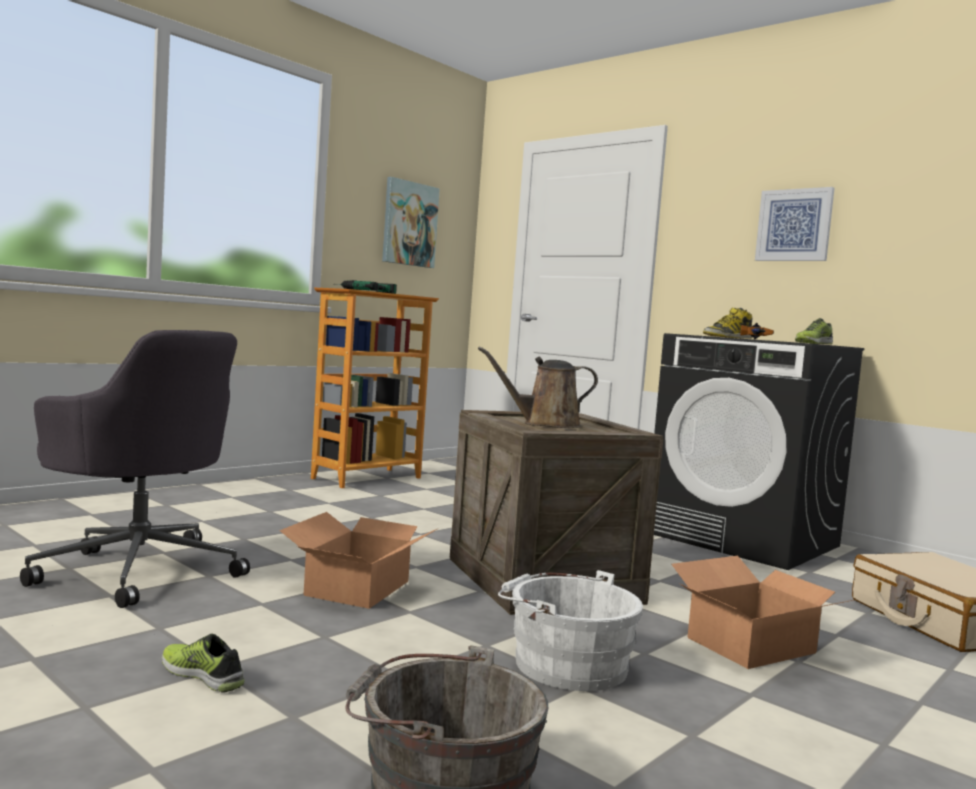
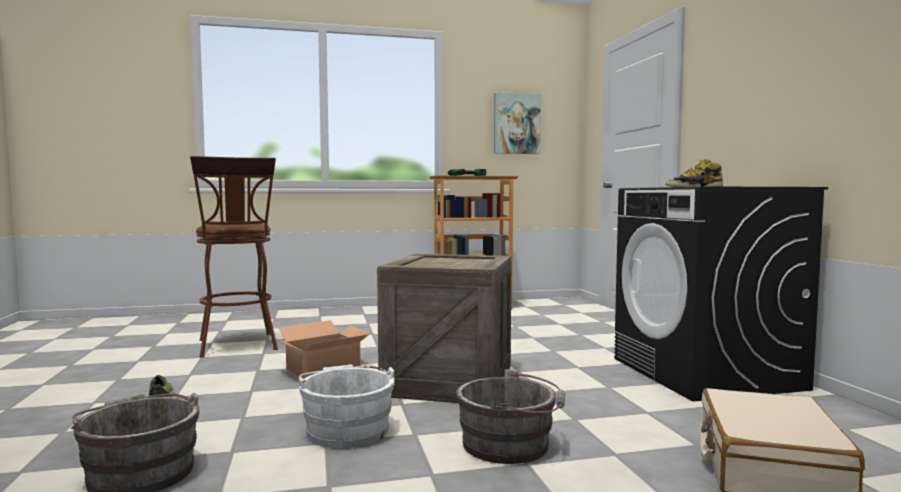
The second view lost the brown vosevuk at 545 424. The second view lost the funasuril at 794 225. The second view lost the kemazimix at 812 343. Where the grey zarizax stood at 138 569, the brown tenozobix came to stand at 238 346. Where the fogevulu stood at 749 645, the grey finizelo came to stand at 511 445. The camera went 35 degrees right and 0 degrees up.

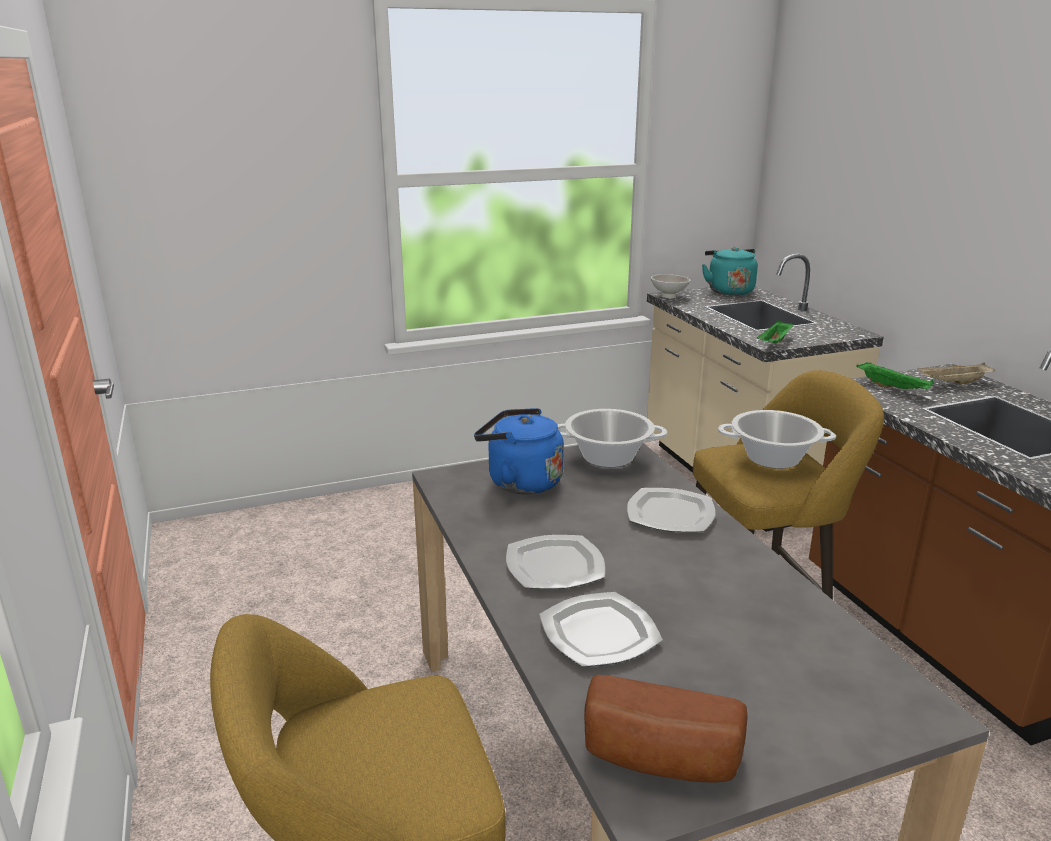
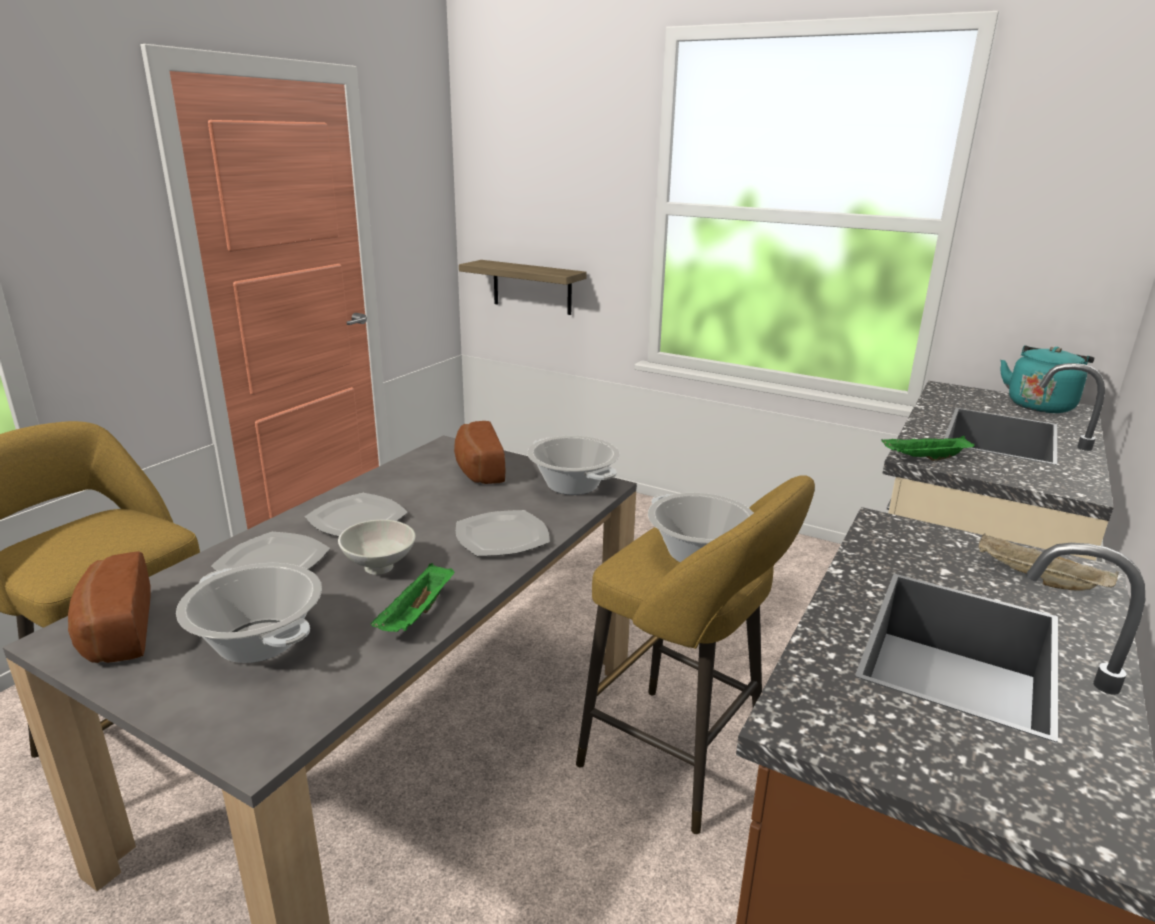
The second view gained the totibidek at 258 642. The second view gained the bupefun at 532 287. The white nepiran ended up elsewhere, having gone from 668 296 to 381 566. The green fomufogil ended up elsewhere, having gone from 893 388 to 417 615. Where the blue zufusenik stood at 520 482, the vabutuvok came to stand at 477 469. The camera went 50 degrees right and 0 degrees up.

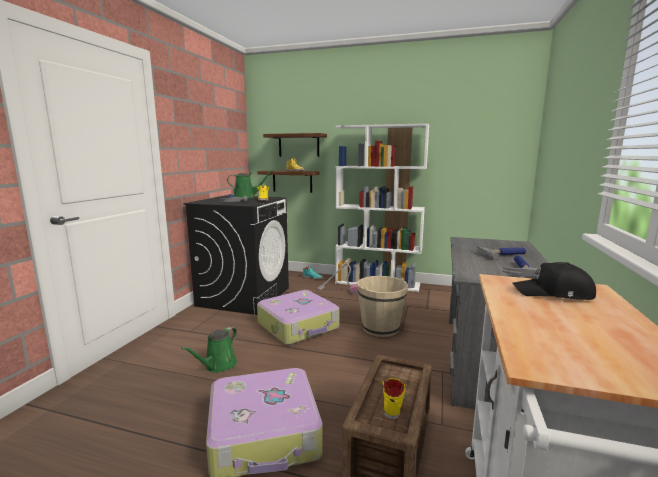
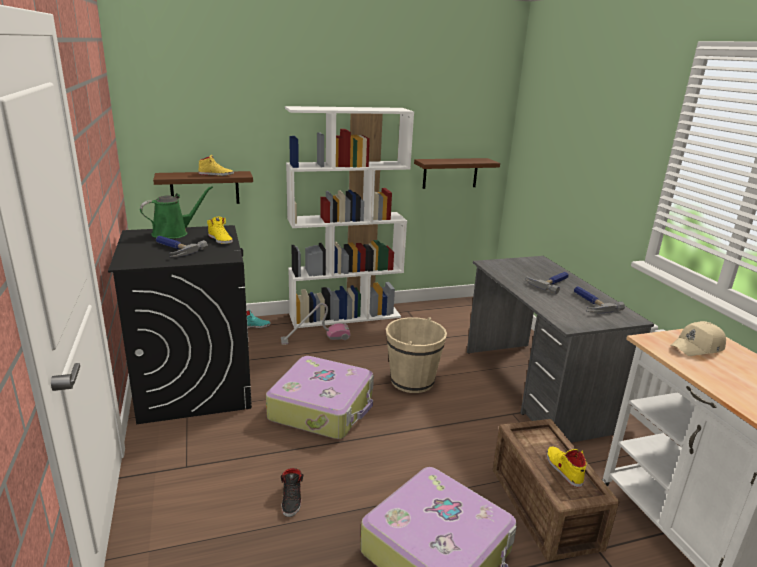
The brown bupefun ended up elsewhere, having gone from 299 145 to 450 173. Where the green vosevuk stood at 218 366, the black kemazimix came to stand at 292 499. What was the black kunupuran at 554 293 turned into the beige kunupuran at 698 347. The camera went 35 degrees left and 10 degrees up.

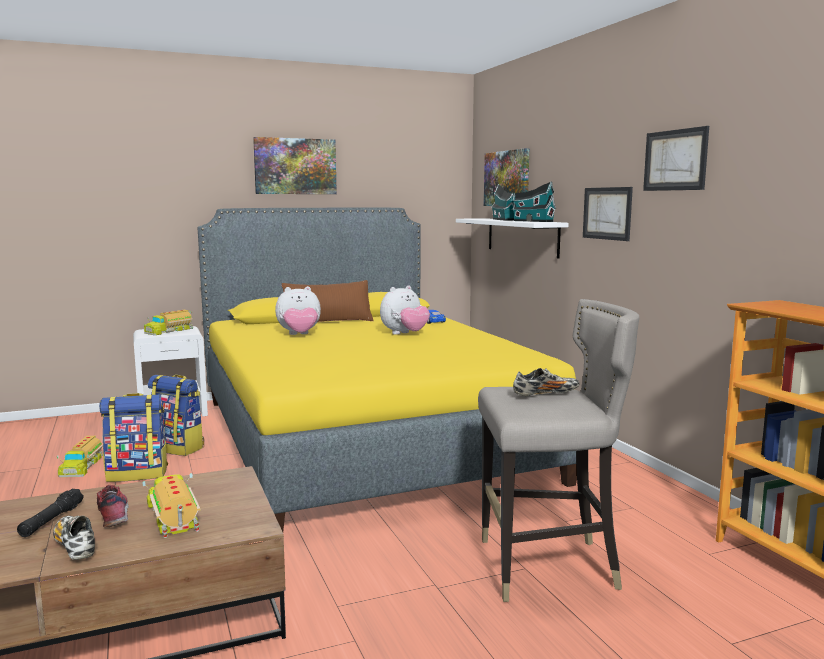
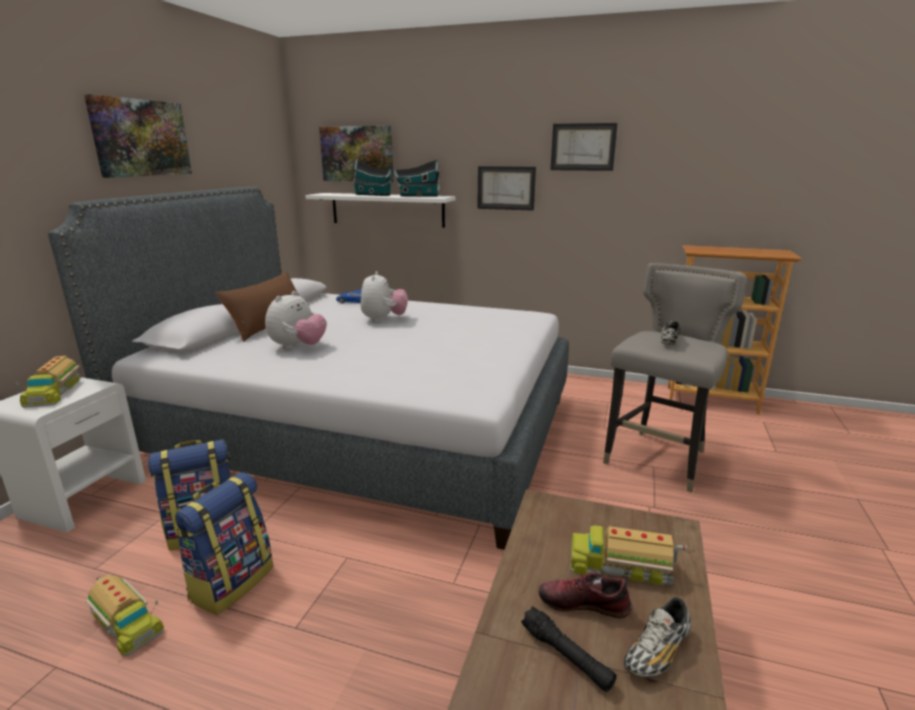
What was the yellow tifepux at 362 437 turned into the grey tifepux at 361 430. The kemazimix at 75 546 ended up facing another way, 45 degrees counterclockwise from before. The camera went 50 degrees left and 10 degrees up.

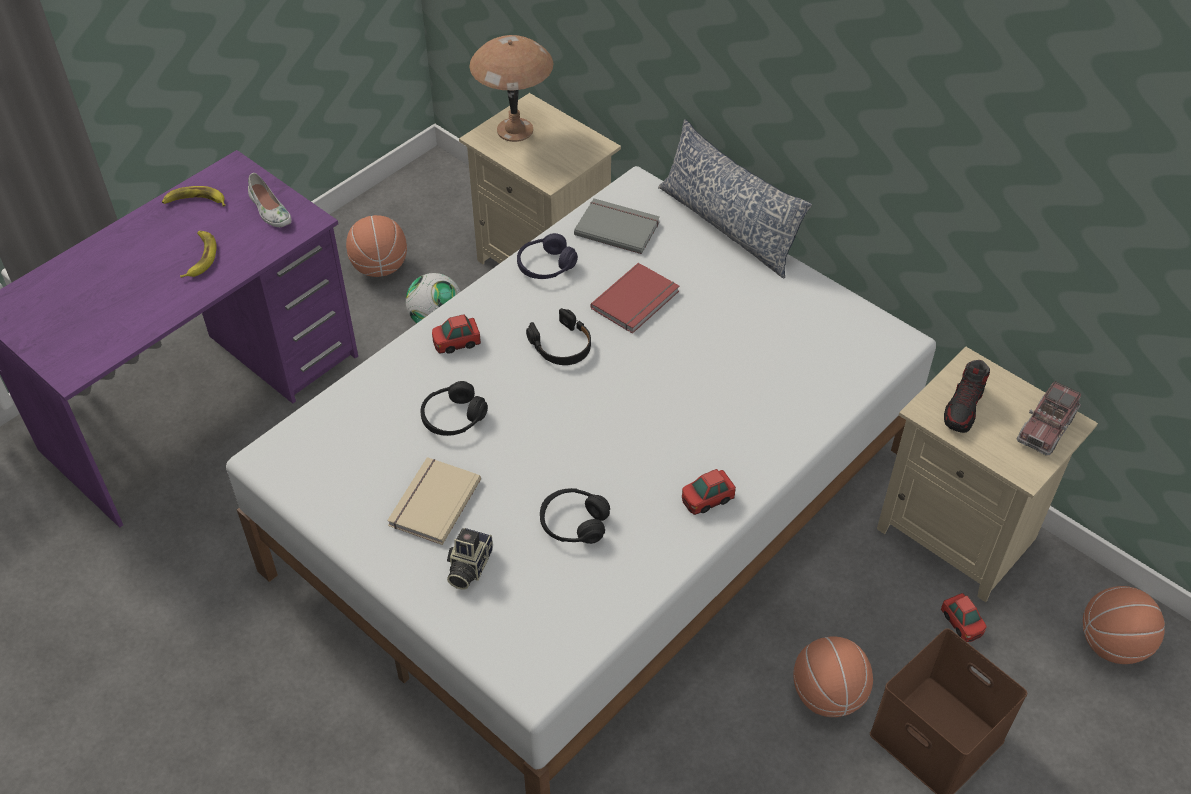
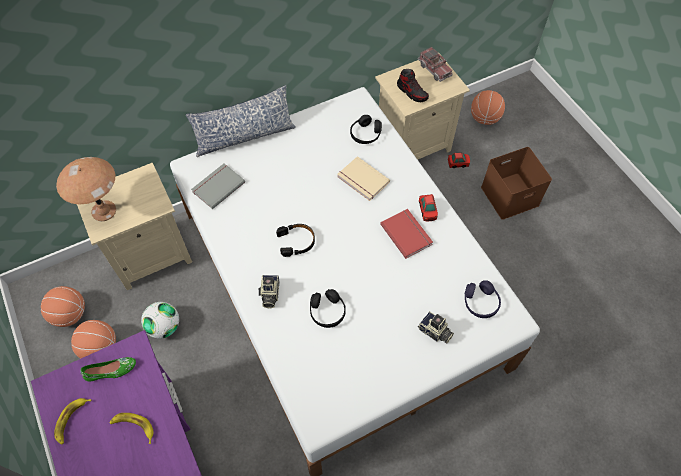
The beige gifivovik ended up elsewhere, having gone from 432 502 to 362 180. The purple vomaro ended up elsewhere, having gone from 546 266 to 480 302. The black vomaro ended up elsewhere, having gone from 574 523 to 365 134. The red gifivovik ended up elsewhere, having gone from 637 301 to 407 233. The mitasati ended up elsewhere, having gone from 827 694 to 69 314. Where the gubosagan stood at 456 342, the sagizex came to stand at 269 294. What was the white kemazimix at 269 210 turned into the green kemazimix at 111 371. The camera went 70 degrees left and 10 degrees up.

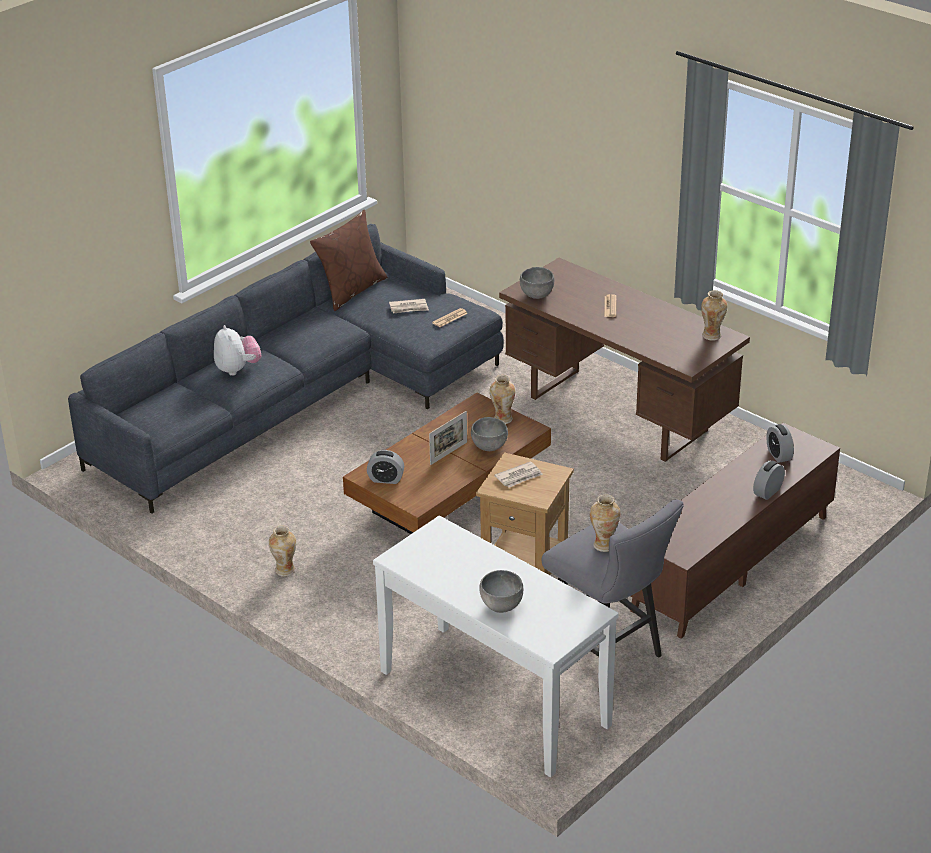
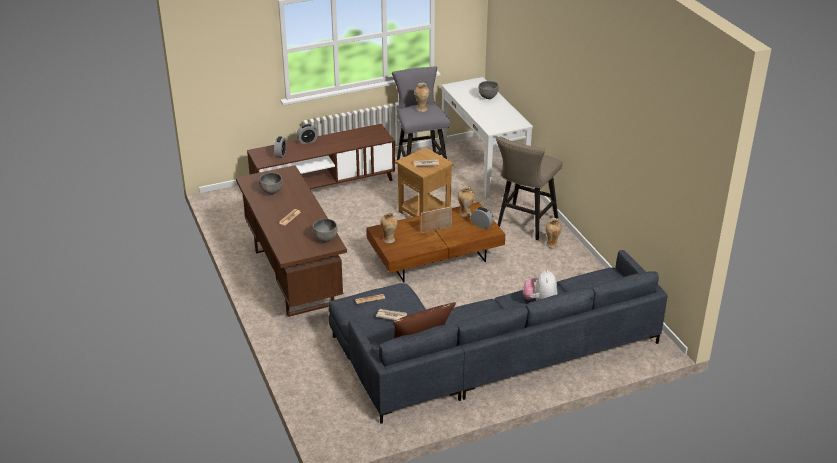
The second view gained the beige tenozobix at 524 225. The grey nepiran ended up elsewhere, having gone from 489 447 to 271 191. The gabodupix ended up elsewhere, having gone from 712 336 to 465 213. The camera went 155 degrees left and 0 degrees up.

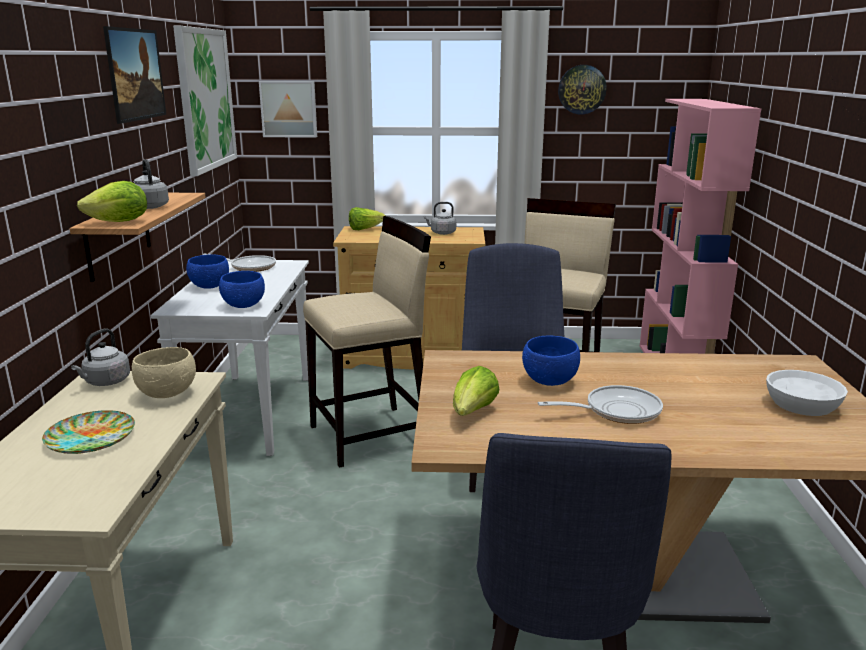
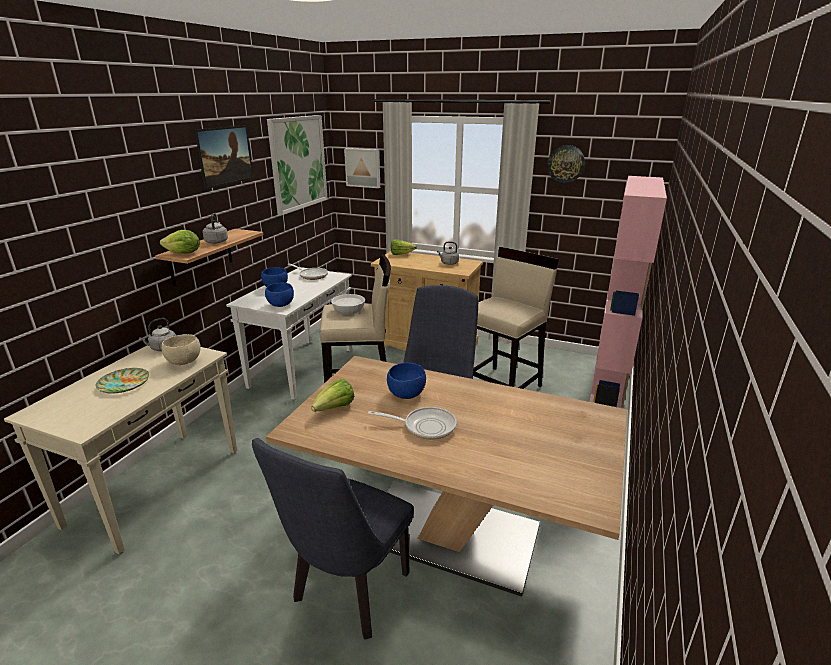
The white nepiran ended up elsewhere, having gone from 802 404 to 349 309. The camera went 20 degrees right and 5 degrees up.

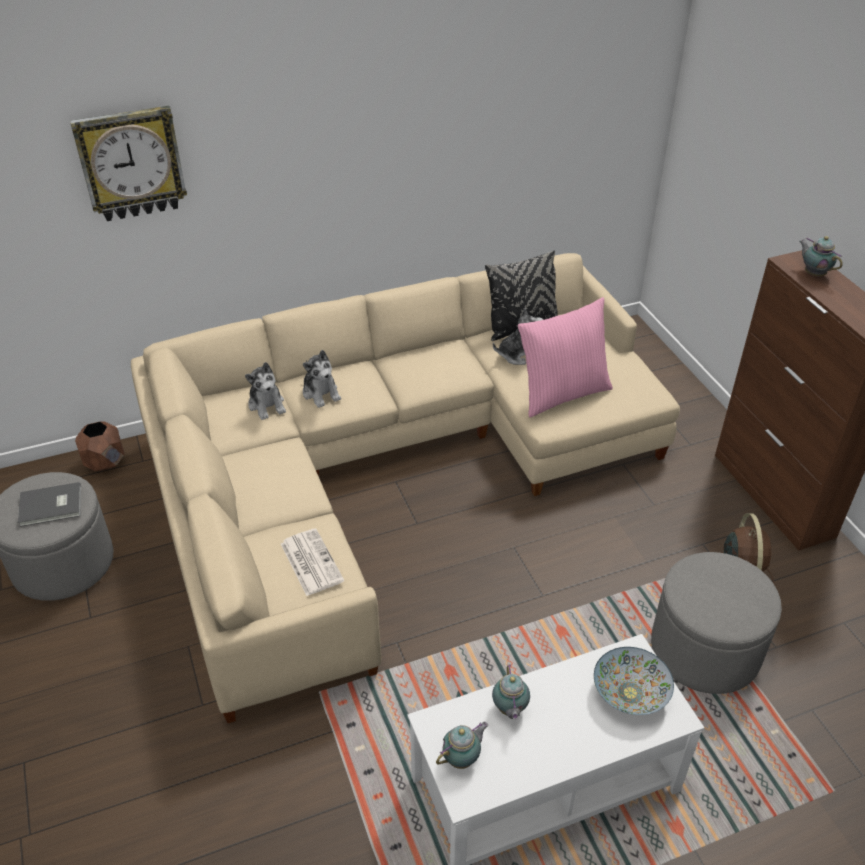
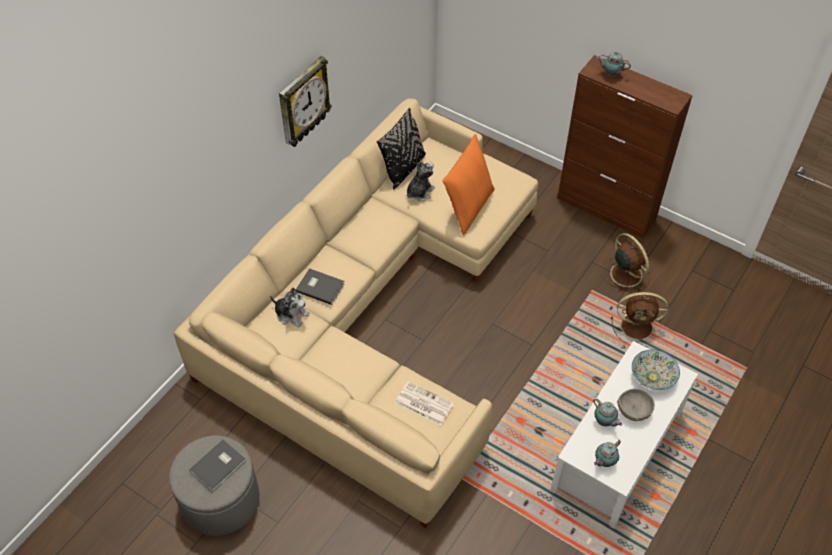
The second view lost the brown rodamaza at 105 462. The second view gained the grey nepiran at 633 410. The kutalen ended up elsewhere, having gone from 131 163 to 303 102. Where the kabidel stood at 321 393, the grey gifivovik came to stand at 320 286. Where the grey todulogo stood at 705 649, the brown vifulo came to stand at 638 327. What was the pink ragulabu at 562 393 turned into the orange ragulabu at 468 207. The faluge at 462 758 ended up facing another way, 150 degrees counterclockwise from before. The camera went 35 degrees left and 10 degrees up.

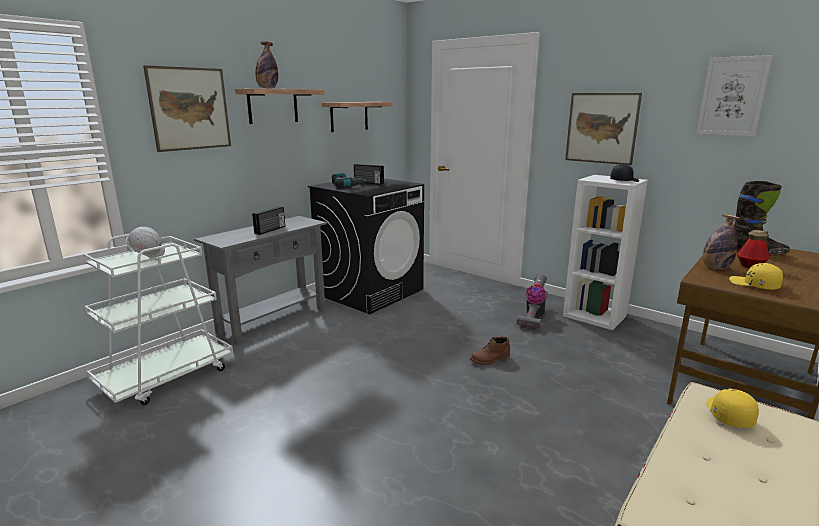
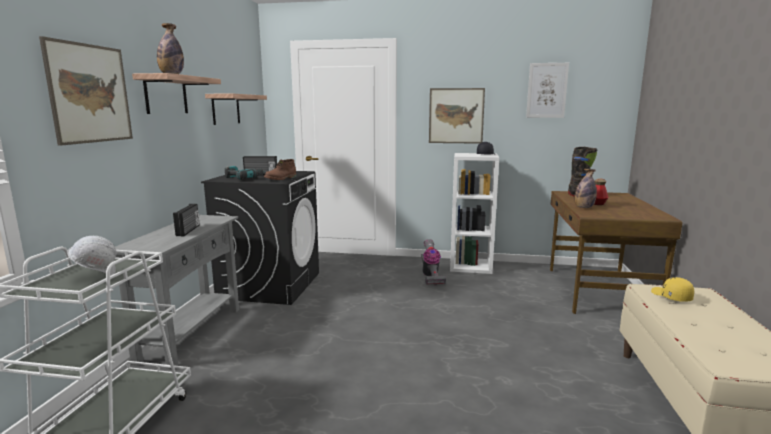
The second view lost the yellow kunupuran at 754 285. The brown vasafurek ended up elsewhere, having gone from 490 360 to 281 178. The camera went 30 degrees left and 5 degrees down.

